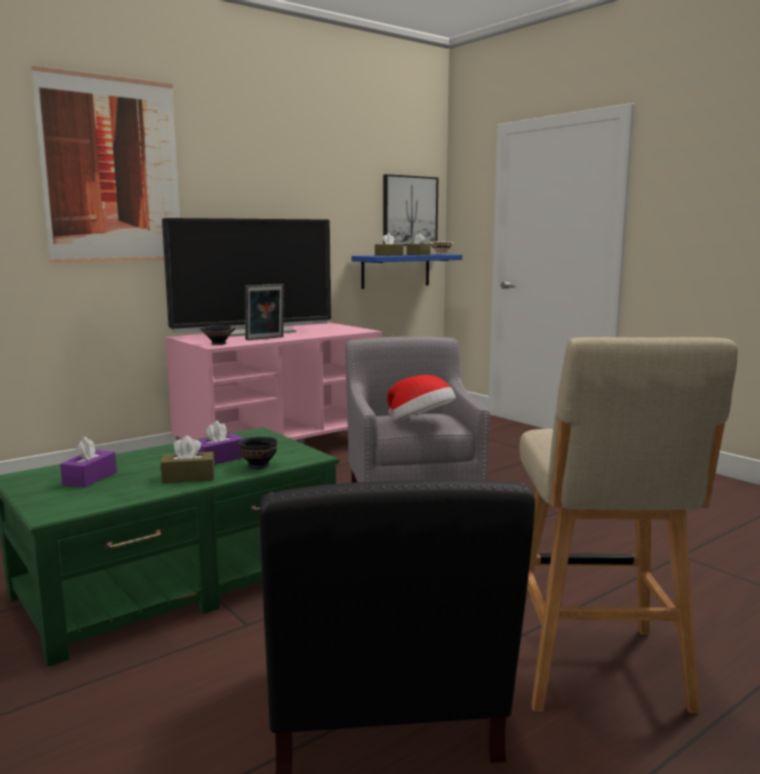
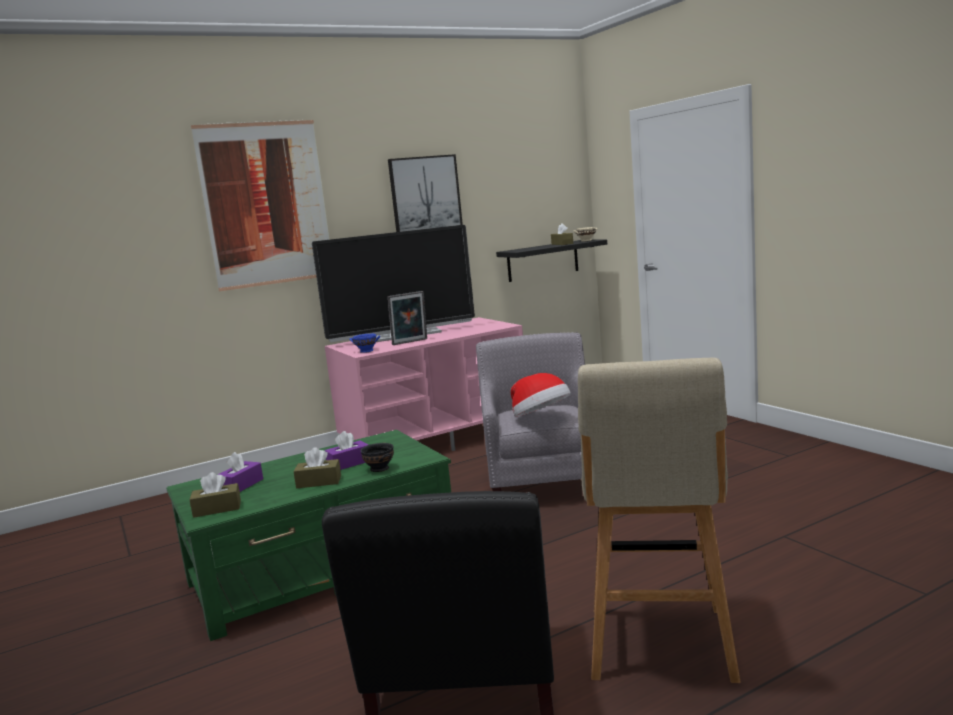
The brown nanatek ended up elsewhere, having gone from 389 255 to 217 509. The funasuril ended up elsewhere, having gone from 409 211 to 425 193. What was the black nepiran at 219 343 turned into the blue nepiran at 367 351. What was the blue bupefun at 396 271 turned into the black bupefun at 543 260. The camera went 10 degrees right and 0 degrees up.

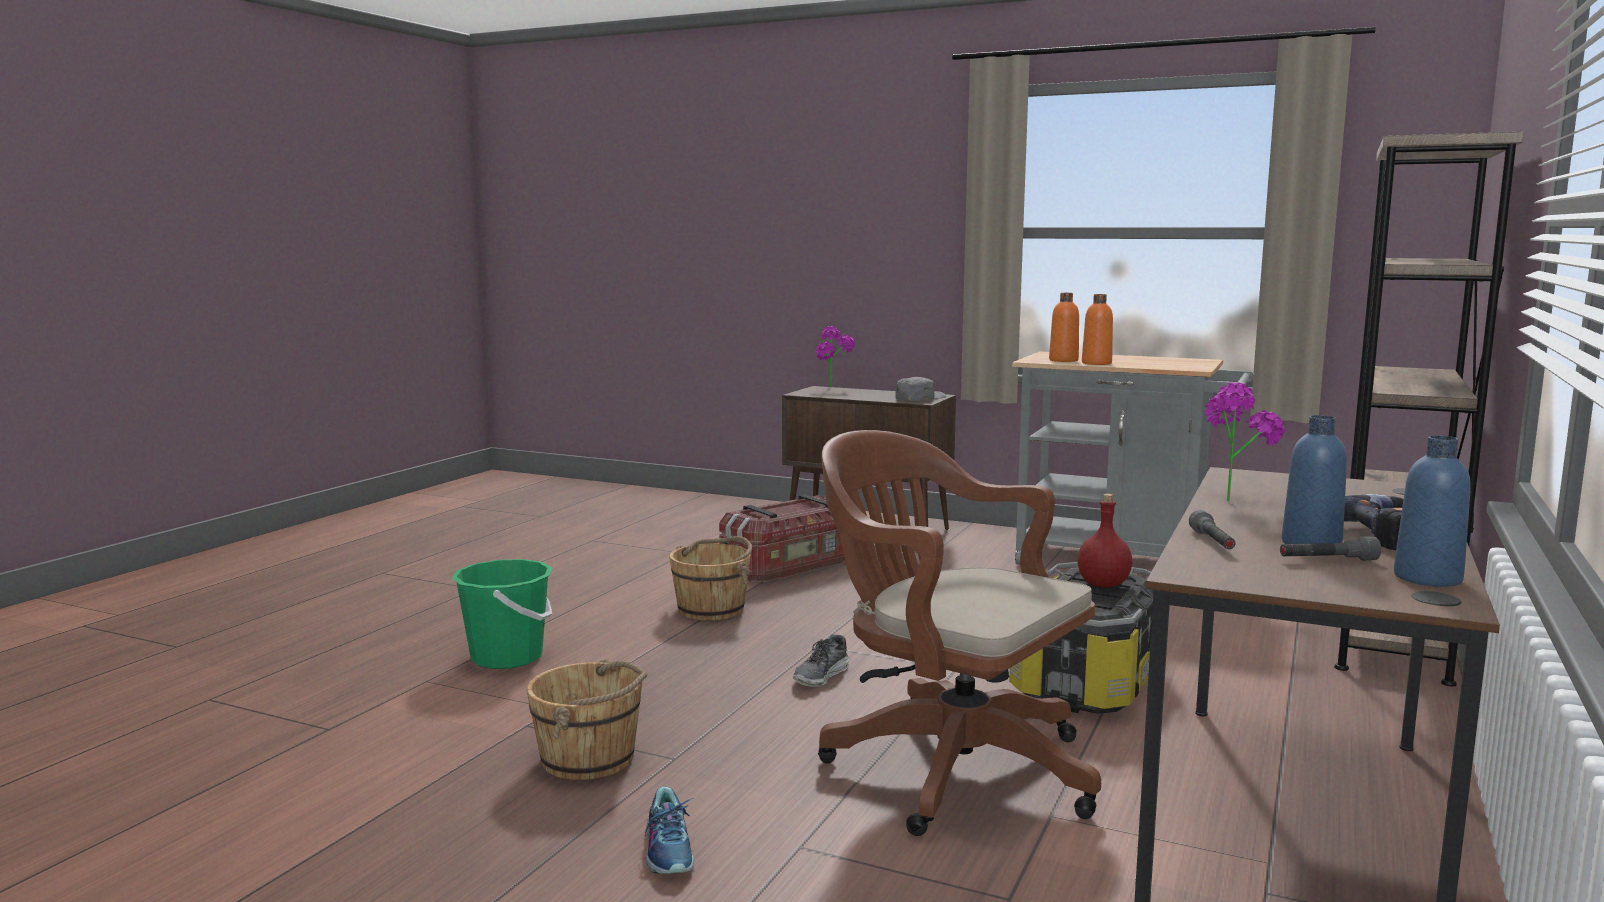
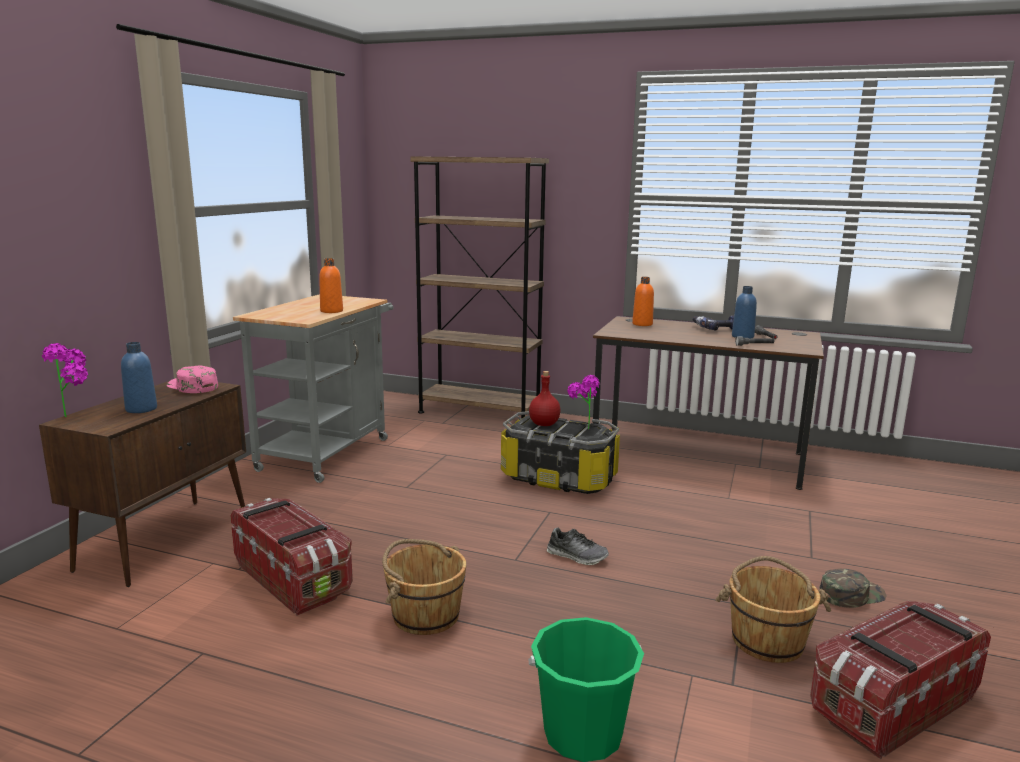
The second view lost the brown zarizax at 948 765. The second view gained the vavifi at 891 704. The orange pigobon ended up elsewhere, having gone from 1063 360 to 642 324. The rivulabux ended up elsewhere, having gone from 1233 498 to 582 427. The blue pigobon ended up elsewhere, having gone from 1427 578 to 141 409. Where the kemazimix stood at 670 850, the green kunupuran came to stand at 850 594. What was the grey kunupuran at 919 398 turned into the pink kunupuran at 192 387. The camera went 95 degrees left and 5 degrees up.

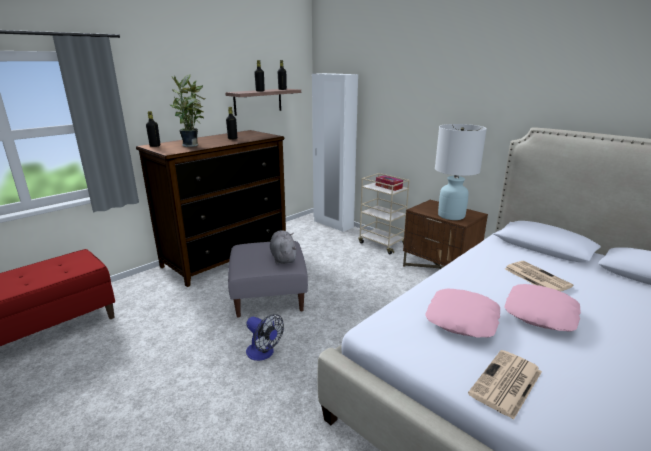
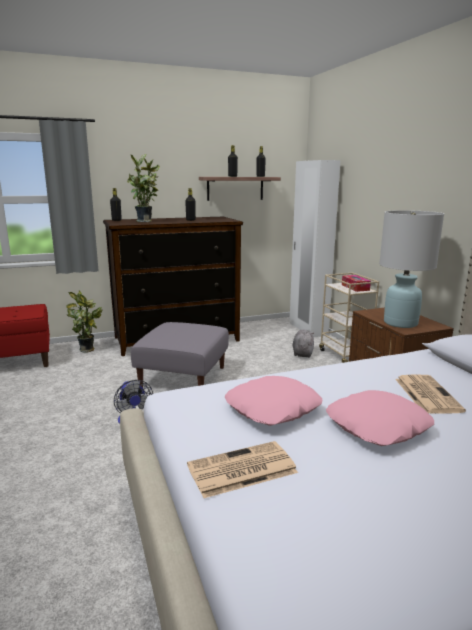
The second view gained the rivulabux at 88 350. The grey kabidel ended up elsewhere, having gone from 283 257 to 302 353. The camera went 25 degrees right and 5 degrees down.

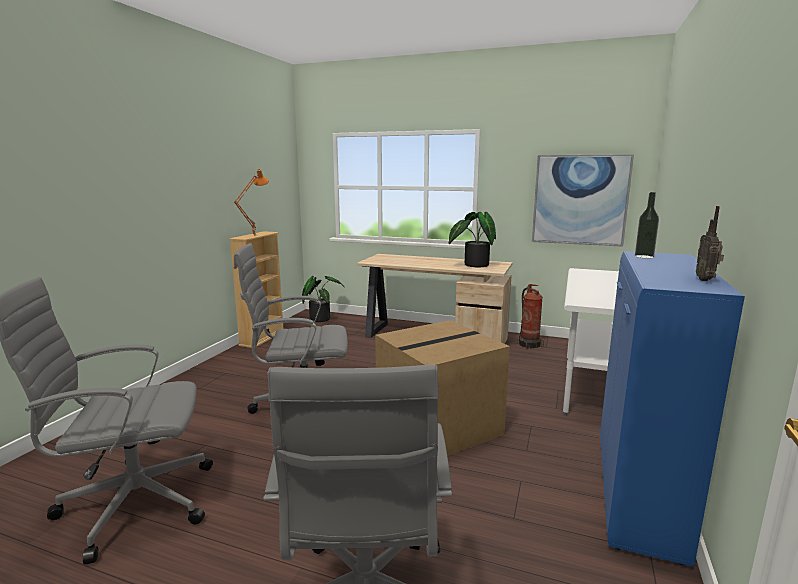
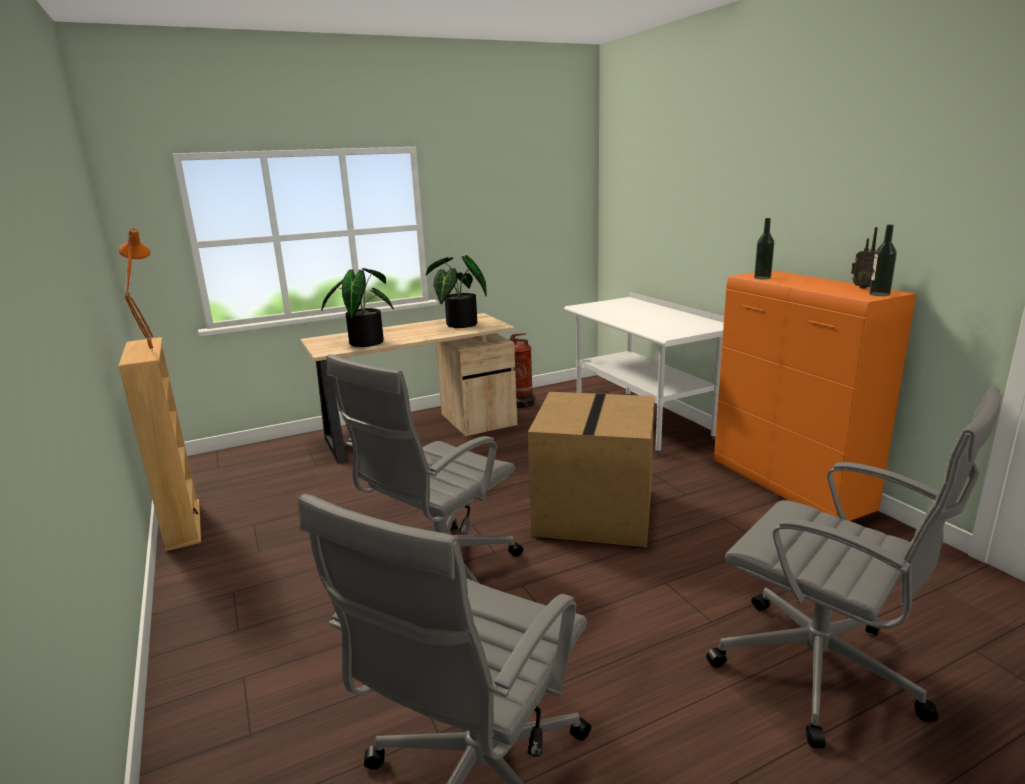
The second view lost the funasuril at 580 200. The second view gained the pigobon at 879 294. The rivulabux ended up elsewhere, having gone from 320 318 to 364 342. What was the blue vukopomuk at 637 496 turned into the orange vukopomuk at 790 487. The camera went 45 degrees left and 5 degrees up.

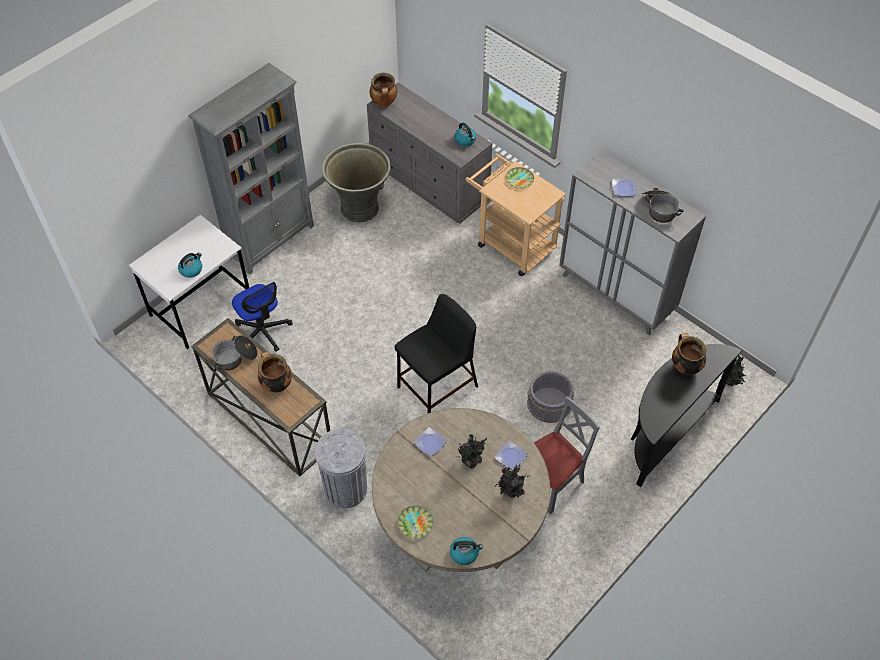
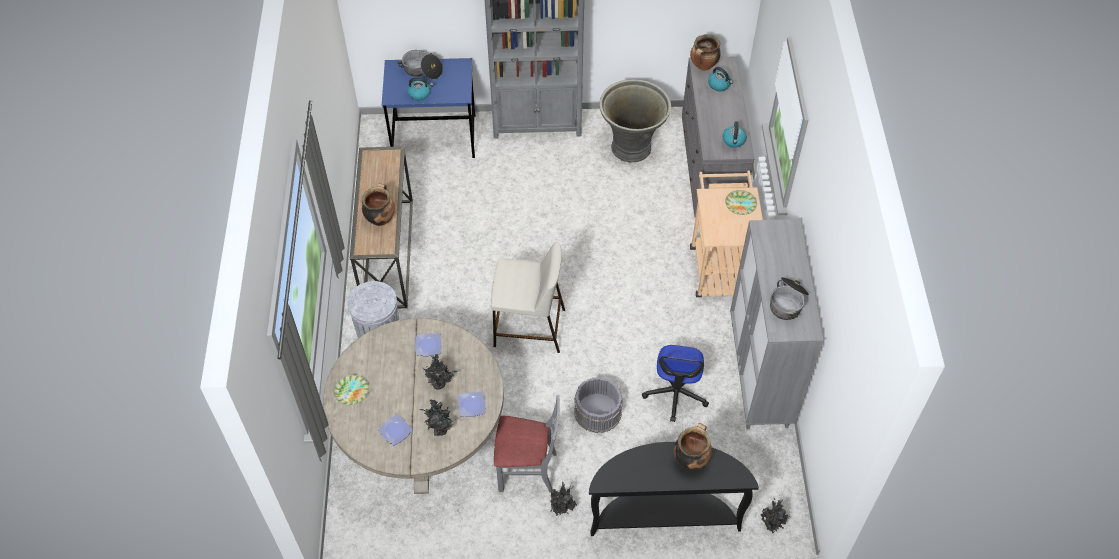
The second view gained the rivulabux at 562 509. The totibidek ended up elsewhere, having gone from 235 358 to 422 70. The zarizax ended up elsewhere, having gone from 263 332 to 675 394. The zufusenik ended up elsewhere, having gone from 464 553 to 719 85. The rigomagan ended up elsewhere, having gone from 624 188 to 396 431. What was the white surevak at 201 307 turned into the blue surevak at 435 137. What was the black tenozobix at 437 387 turned into the beige tenozobix at 528 328. The camera went 45 degrees right and 0 degrees up.

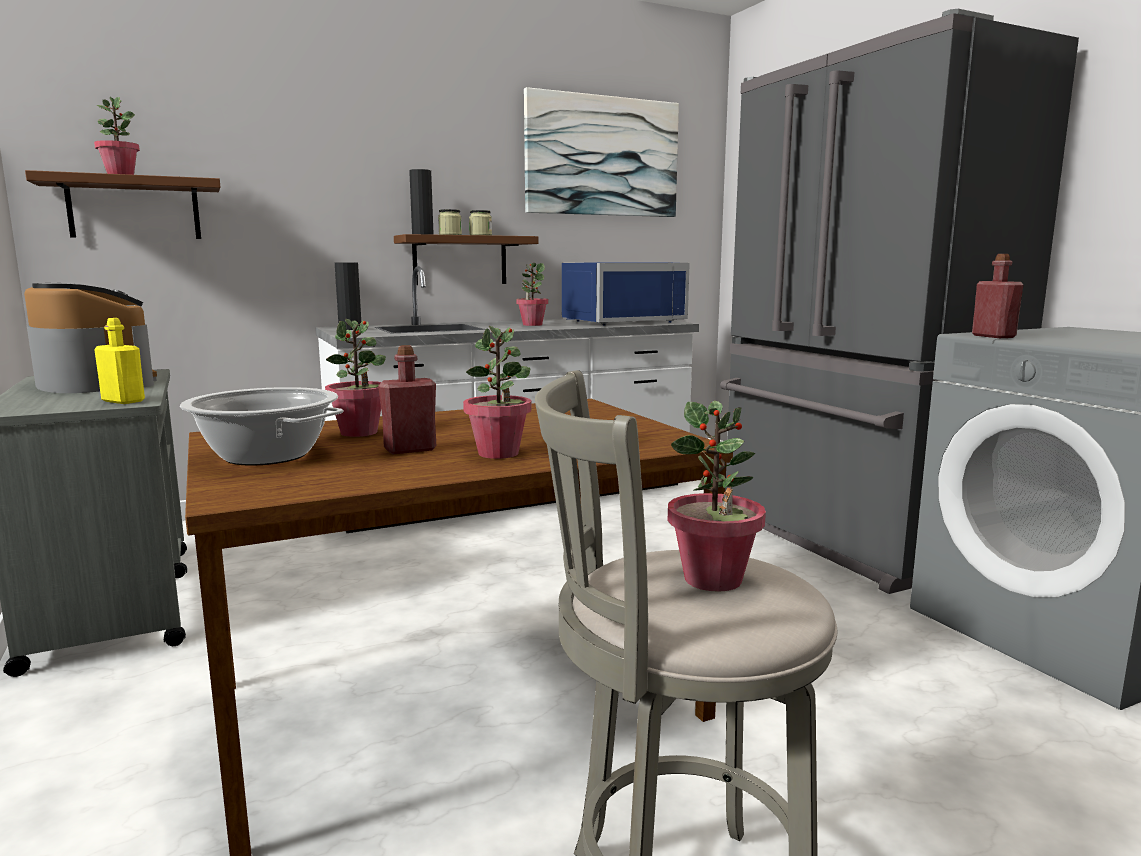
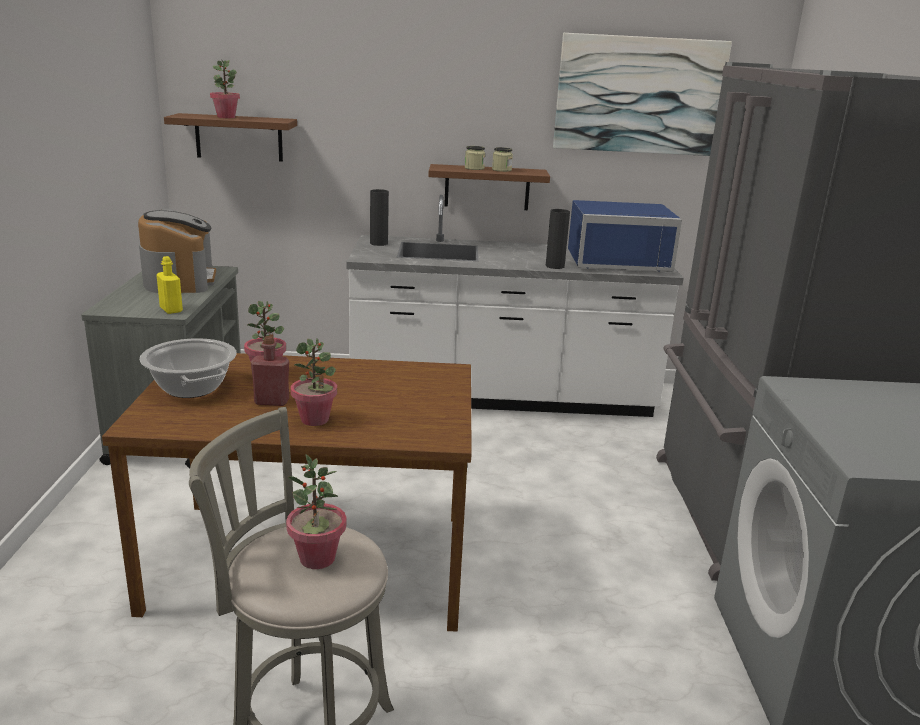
The second view lost the rivulabux at 532 325. The second view lost the red pigobon at 993 336. The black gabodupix ended up elsewhere, having gone from 422 235 to 555 266. The camera went 25 degrees right and 10 degrees up.

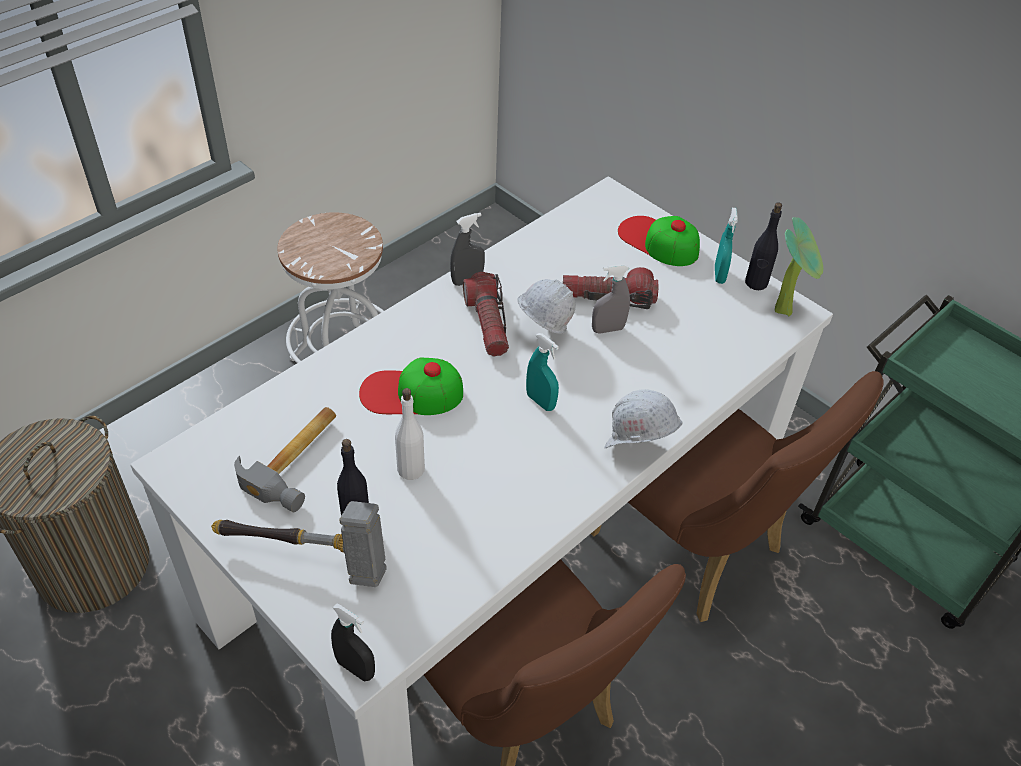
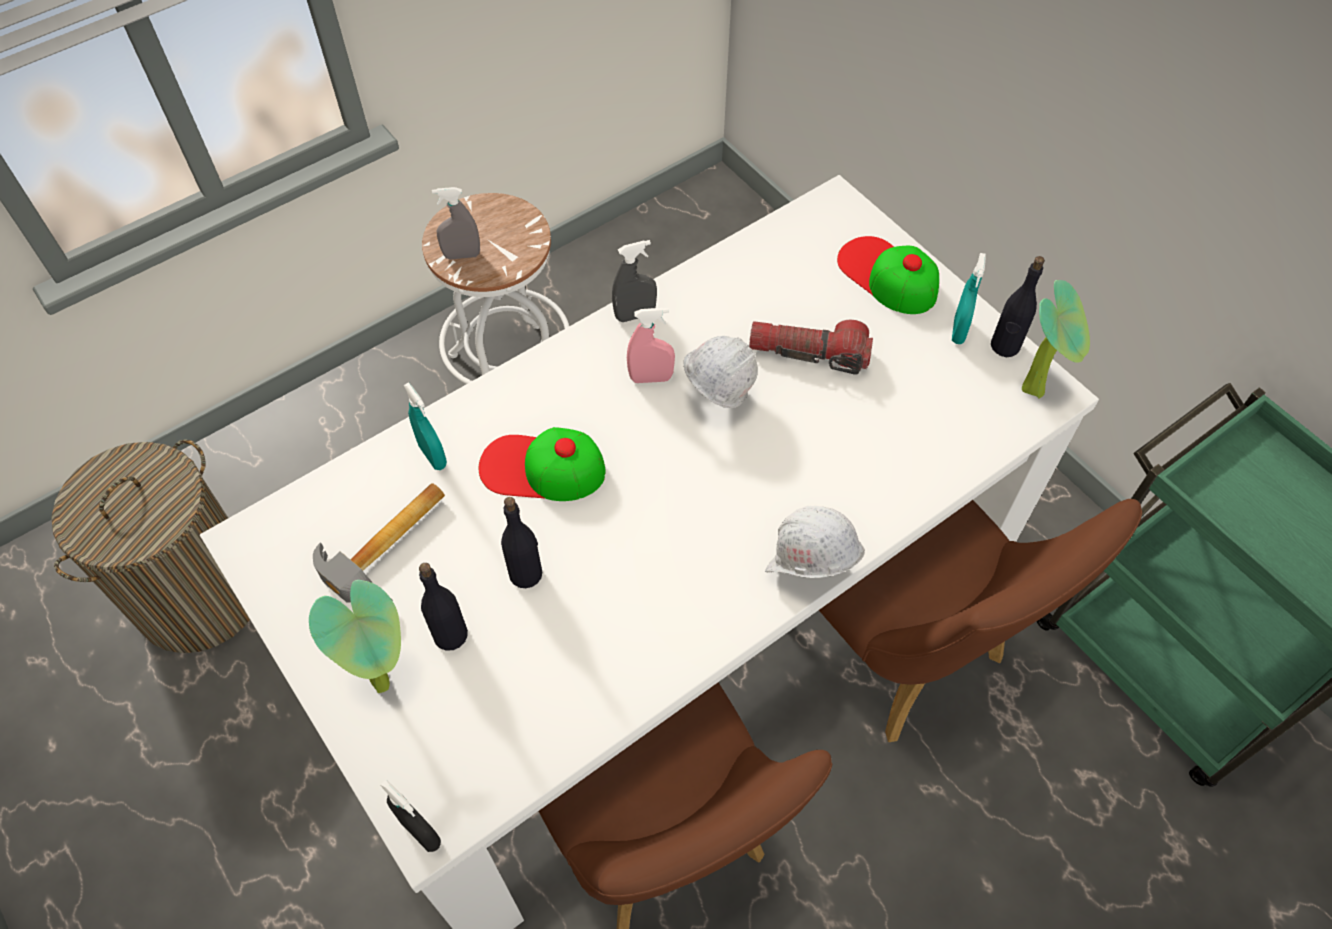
The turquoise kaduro ended up elsewhere, having gone from 540 401 to 433 456. The grey kaduro ended up elsewhere, having gone from 608 329 to 462 255. Where the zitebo stood at 307 558, the rivulabux came to stand at 386 681. Where the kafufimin stood at 488 323, the pink kaduro came to stand at 651 378. What was the white pigobon at 411 469 turned into the black pigobon at 526 573. The camera went 10 degrees right and 10 degrees up.

